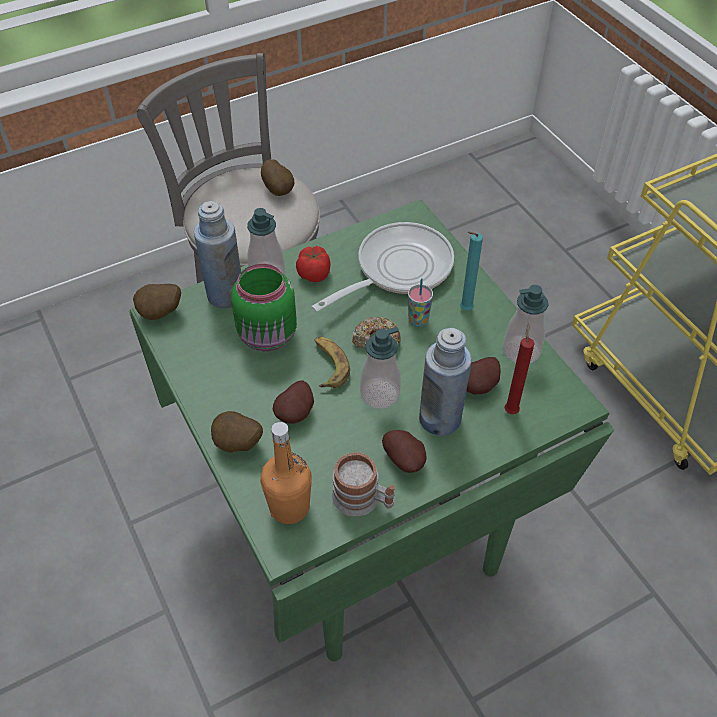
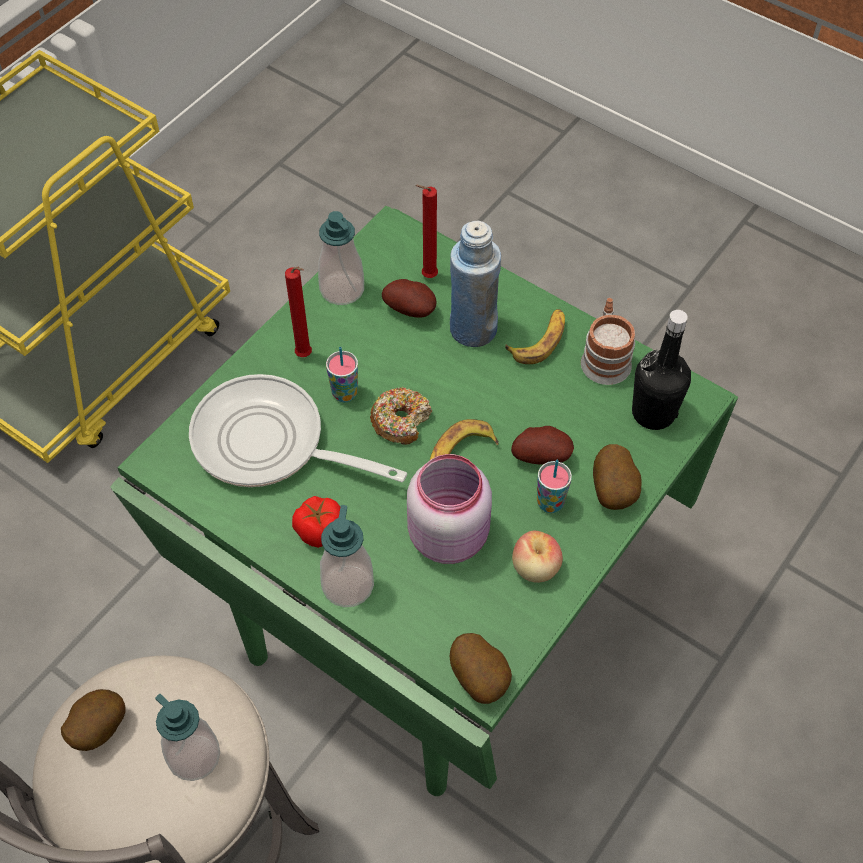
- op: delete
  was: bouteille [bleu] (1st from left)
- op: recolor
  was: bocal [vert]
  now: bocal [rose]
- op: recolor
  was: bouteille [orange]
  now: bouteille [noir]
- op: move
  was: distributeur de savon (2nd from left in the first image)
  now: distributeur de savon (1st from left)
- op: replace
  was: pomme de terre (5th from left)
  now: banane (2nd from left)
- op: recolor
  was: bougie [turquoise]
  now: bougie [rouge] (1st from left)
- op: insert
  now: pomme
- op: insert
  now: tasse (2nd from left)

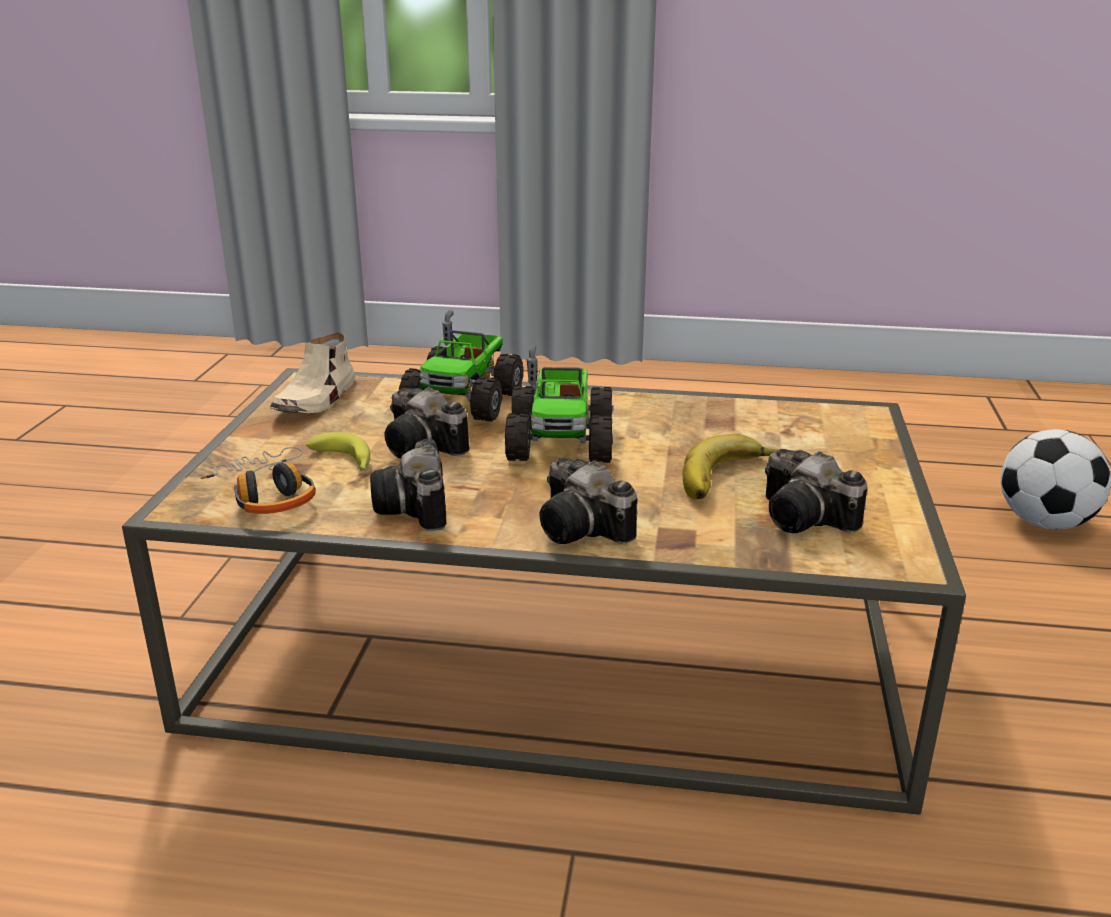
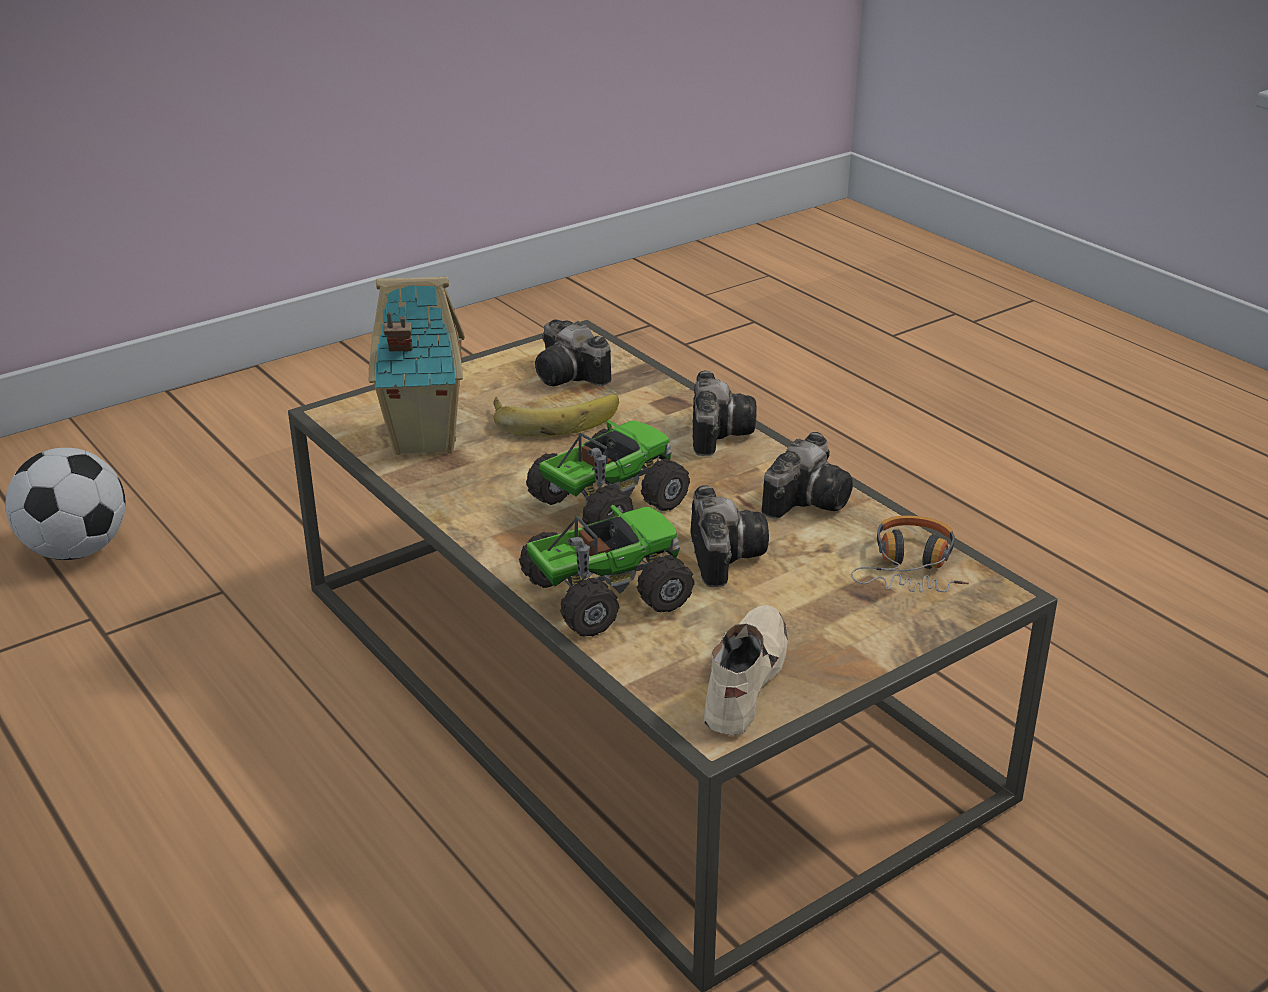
- op: rotate
  was: chaussure [beige]
  clockwise: -45
- op: delete
  was: banane (1st from left)
- op: rotate
  was: appareil photo (4th from left in the first image)
  clockwise: 135
- op: insert
  now: maison miniature

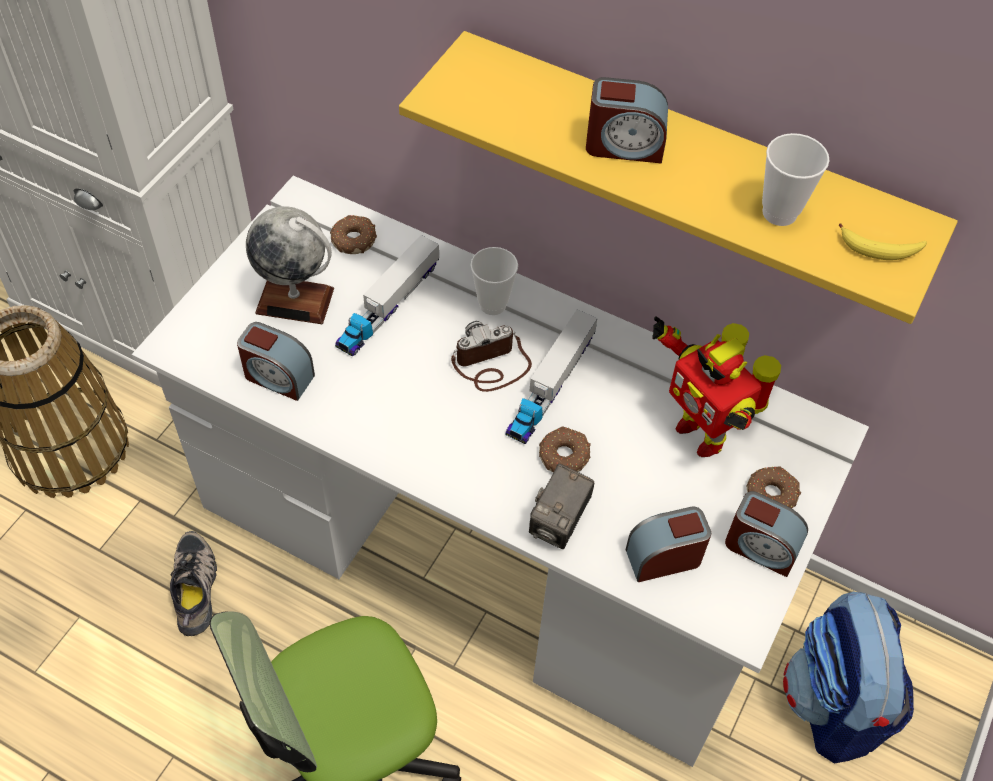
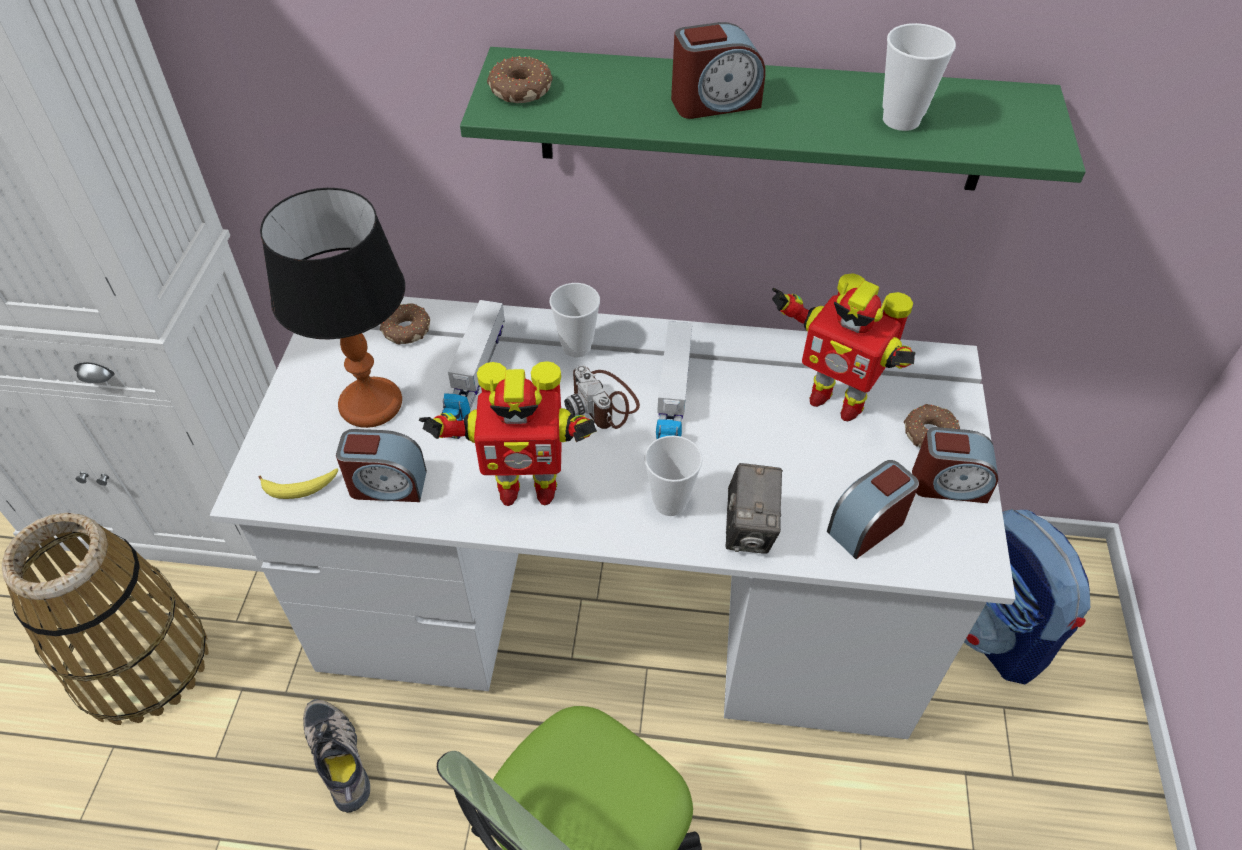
- op: replace
  was: globe
  now: lampe de table
- op: recolor
  was: étagère [jaune]
  now: étagère [vert]
- op: rotate
  was: appareil photo (1st from left)
  clockwise: -75
- op: move
  was: beignet (2nd from left)
- op: move
  was: banane
- op: insert
  now: robot jouet (1st from left)
- op: insert
  now: tasse (2nd from left)

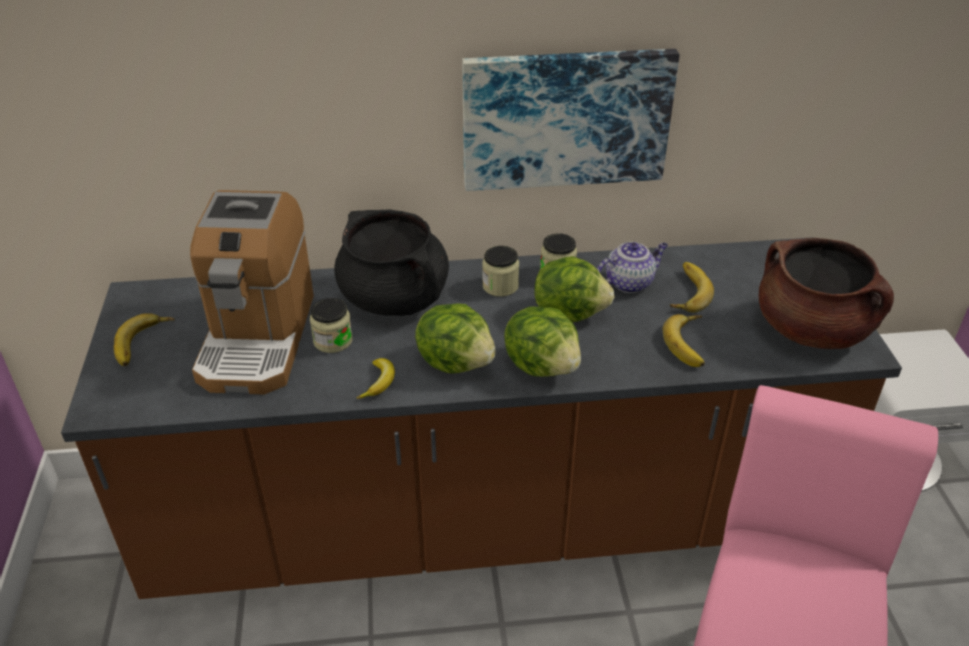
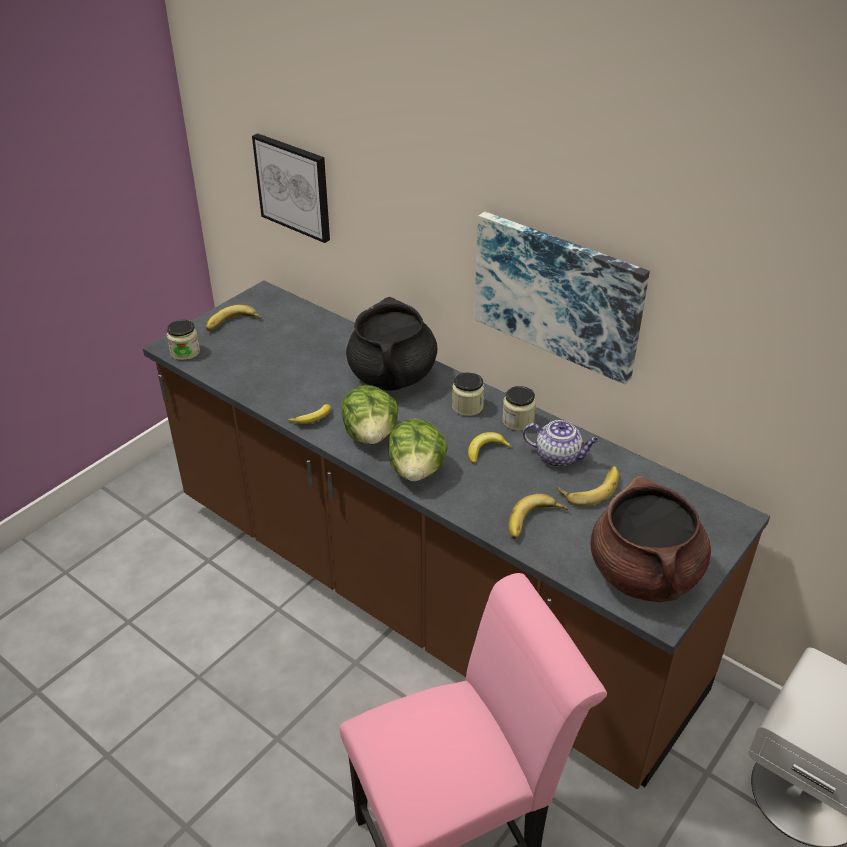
- op: delete
  was: machine à café
- op: move
  was: bocal (1st from left)
- op: replace
  was: laitue (3rd from left)
  now: banane (3rd from left)
- op: insert
  now: tableau (1st from left)

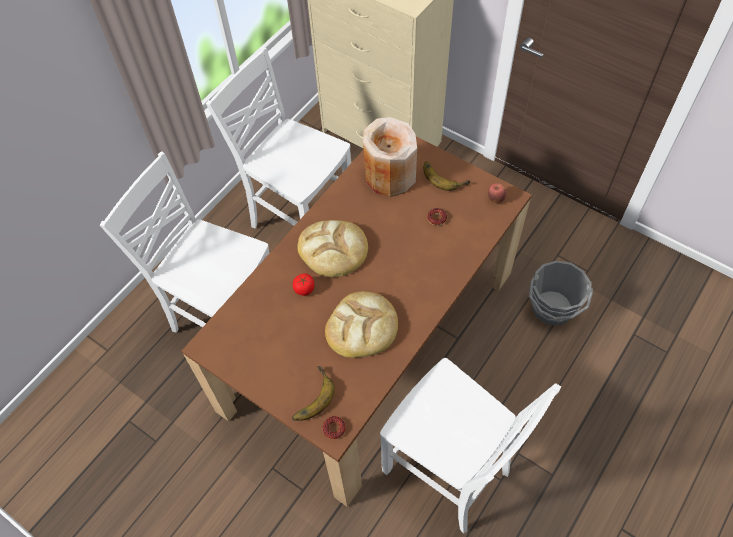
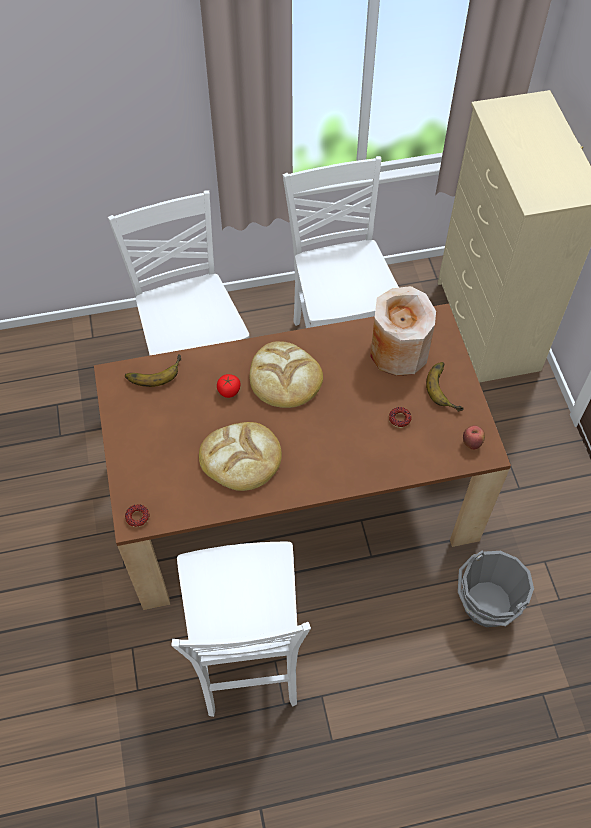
- op: move
  was: banane (1st from left)

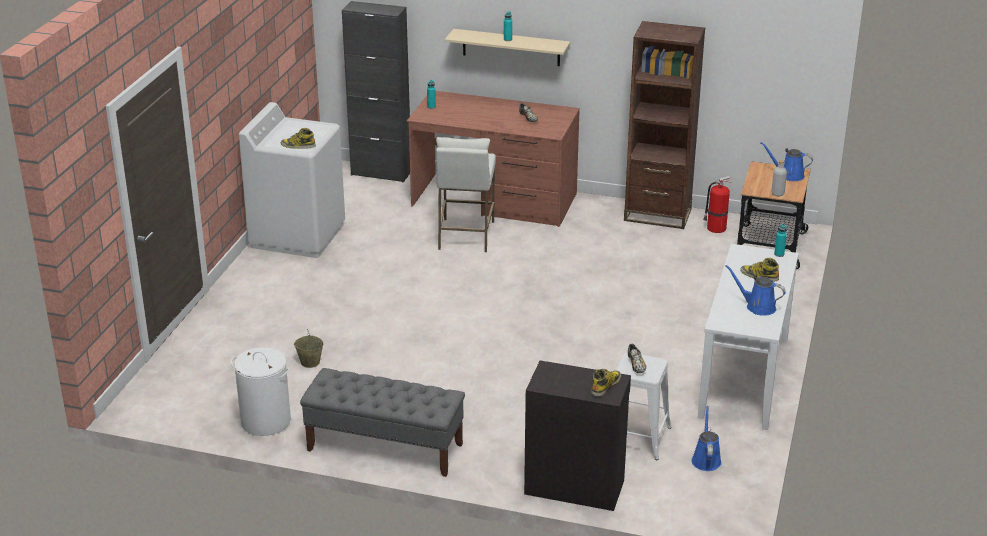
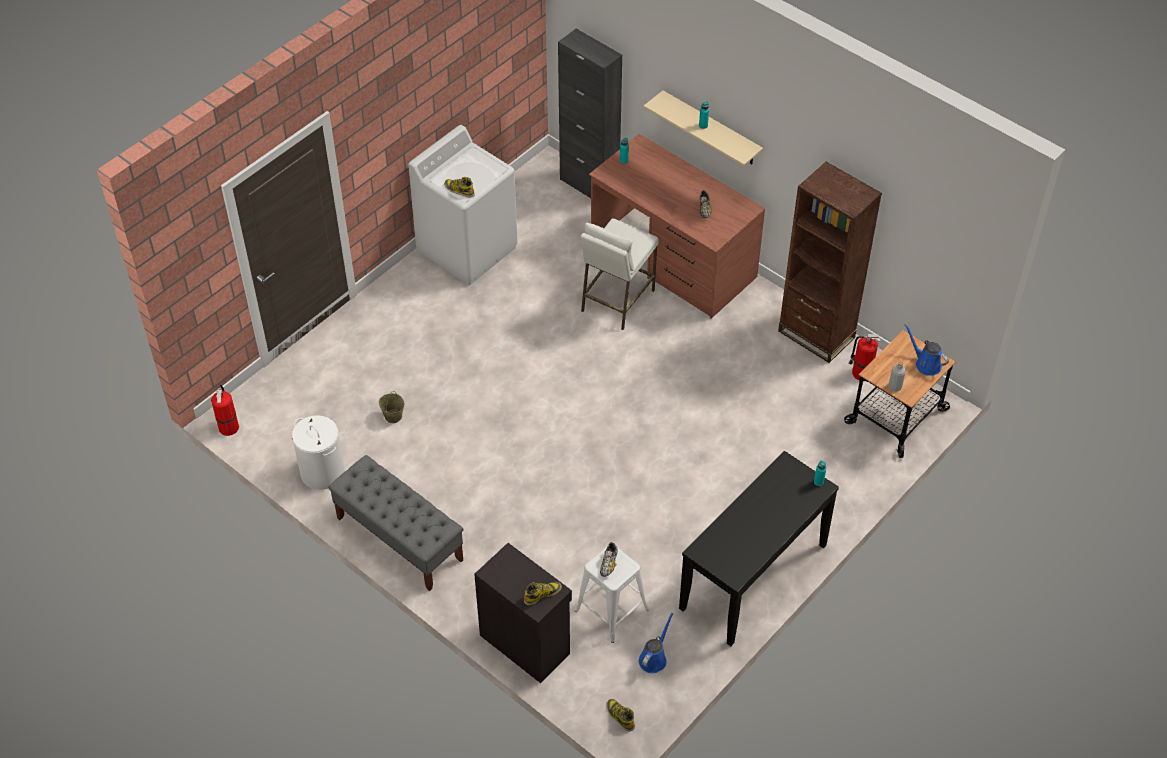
- op: recolor
  was: table console [blanc]
  now: table console [noir]
- op: delete
  was: arrosoir [bleu] (2nd from left)
- op: move
  was: botte (3rd from left)
- op: insert
  now: extincteur (1st from left)

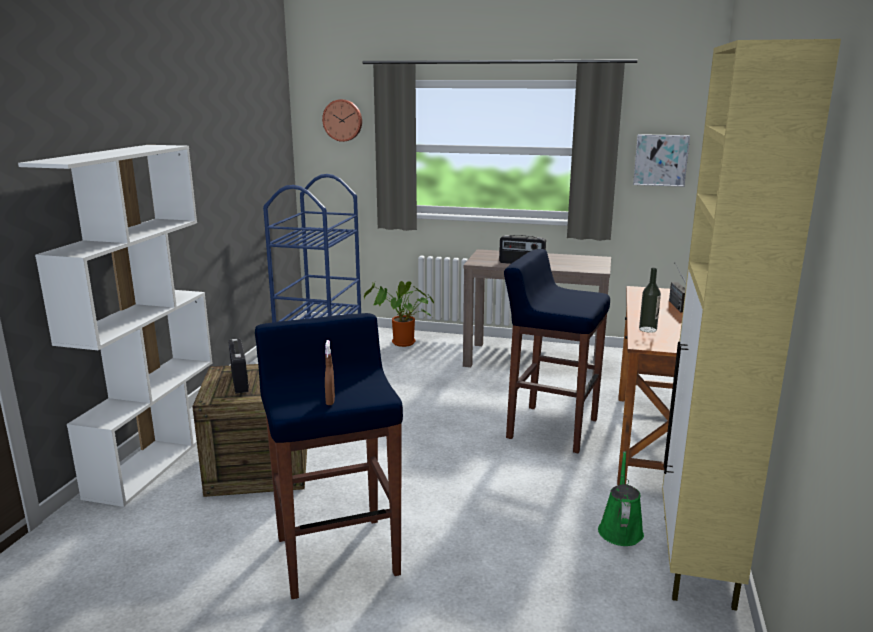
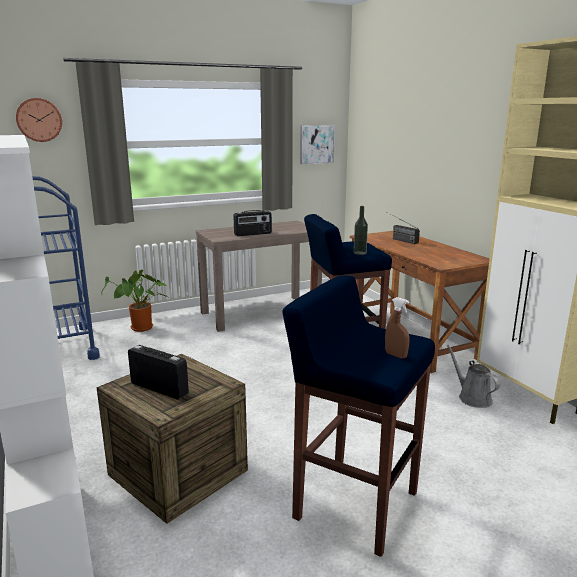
- op: recolor
  was: arrosoir [vert]
  now: arrosoir [gris]
- op: move
  was: bouteille

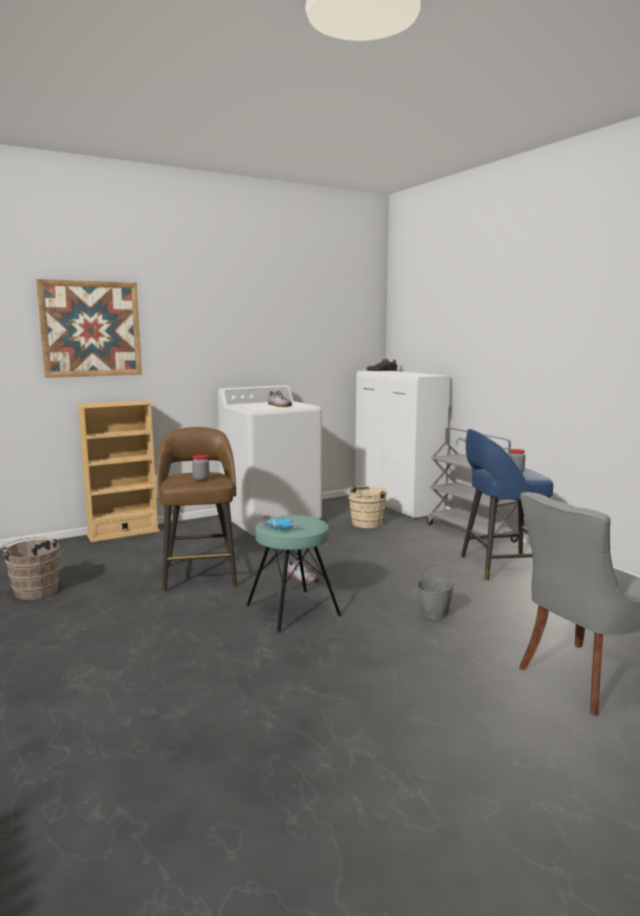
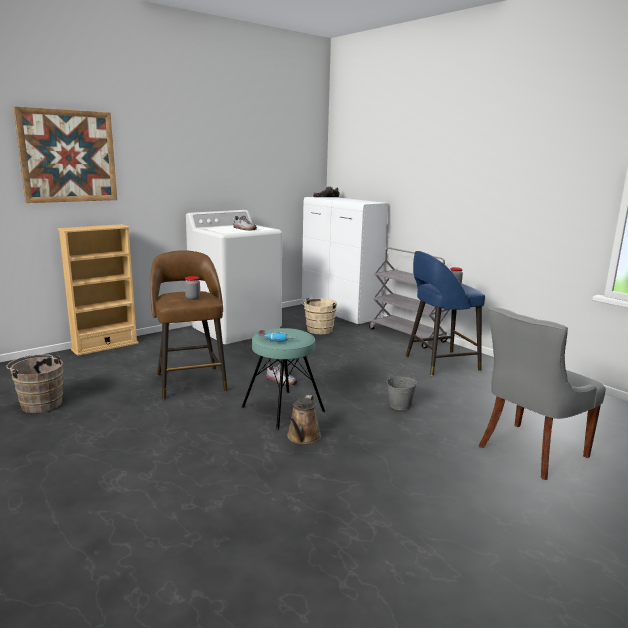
- op: insert
  now: arrosoir [marron]

